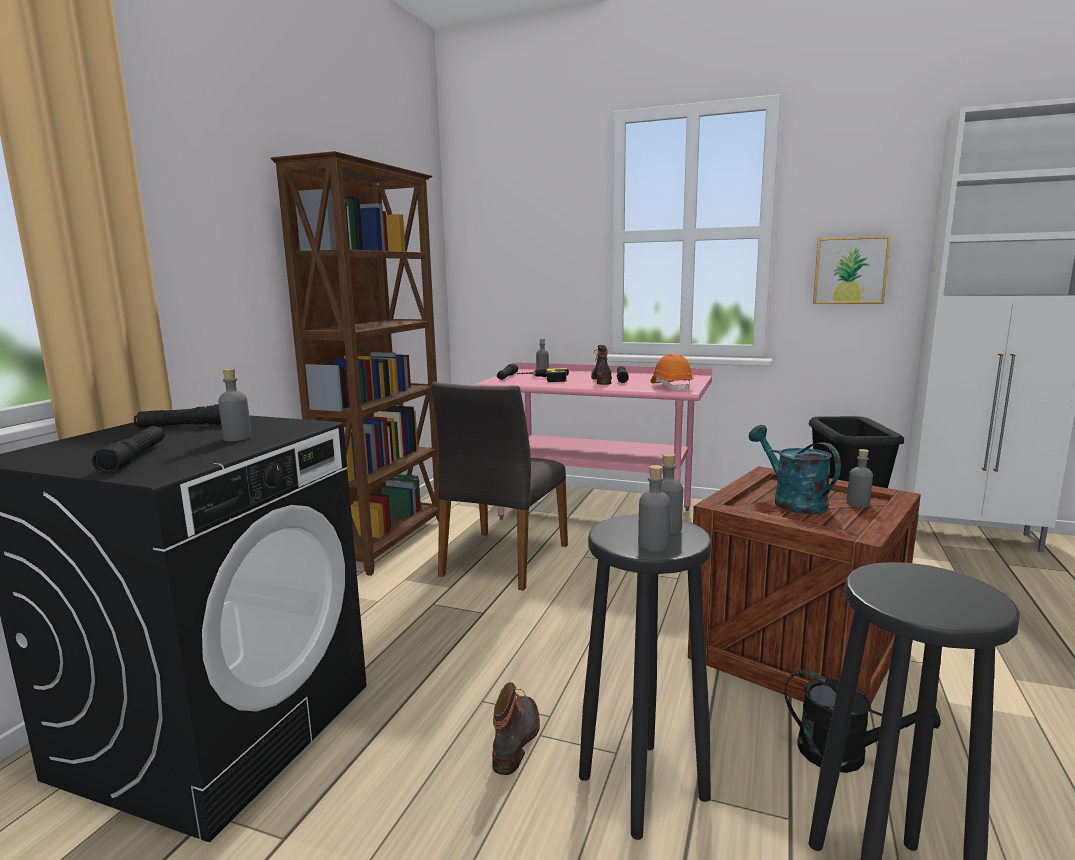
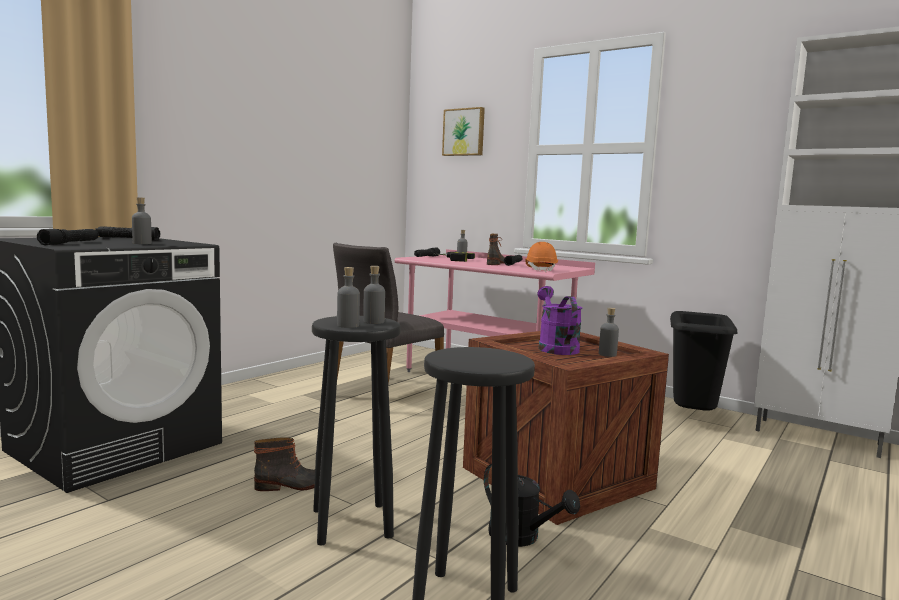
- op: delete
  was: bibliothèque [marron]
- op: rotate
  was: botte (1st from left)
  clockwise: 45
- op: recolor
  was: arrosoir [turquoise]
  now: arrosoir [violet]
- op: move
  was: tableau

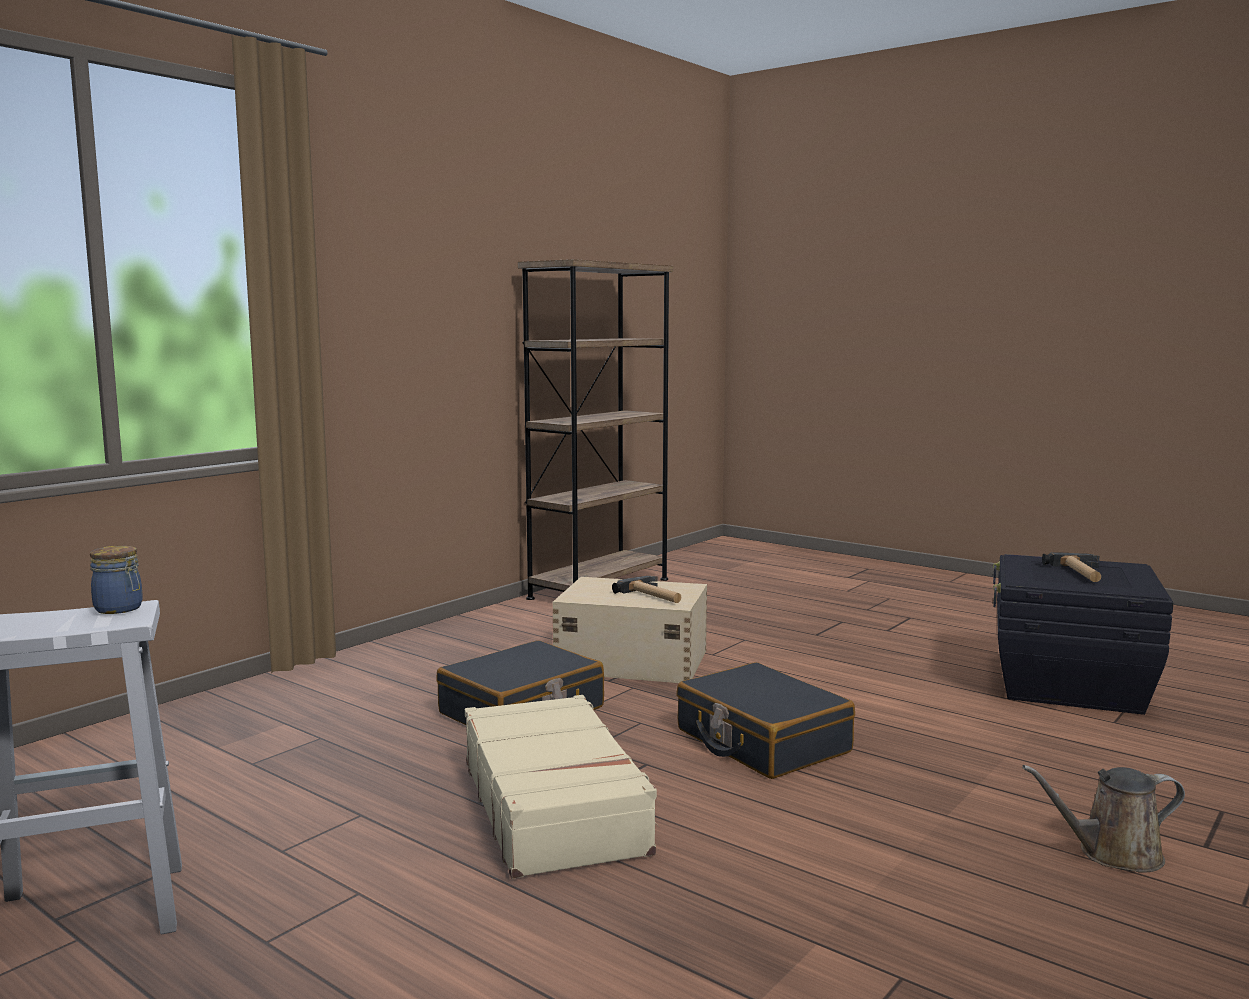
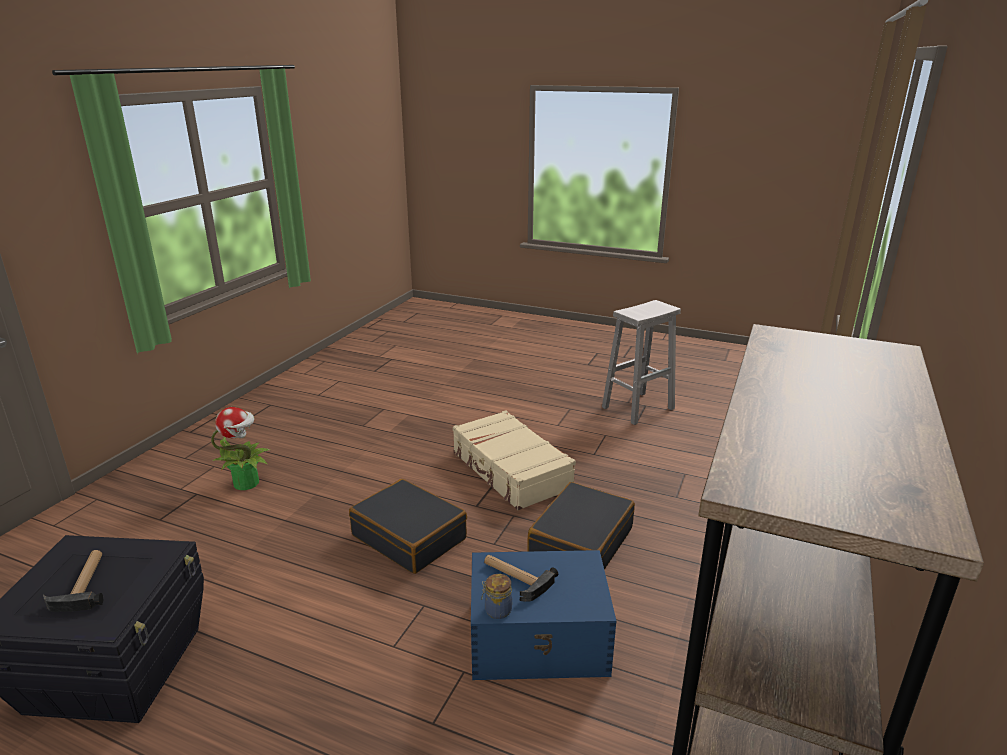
- op: move
  was: bocal
- op: recolor
  was: boîte de rangement [beige]
  now: boîte de rangement [bleu]
- op: replace
  was: arrosoir [marron]
  now: plante en pot

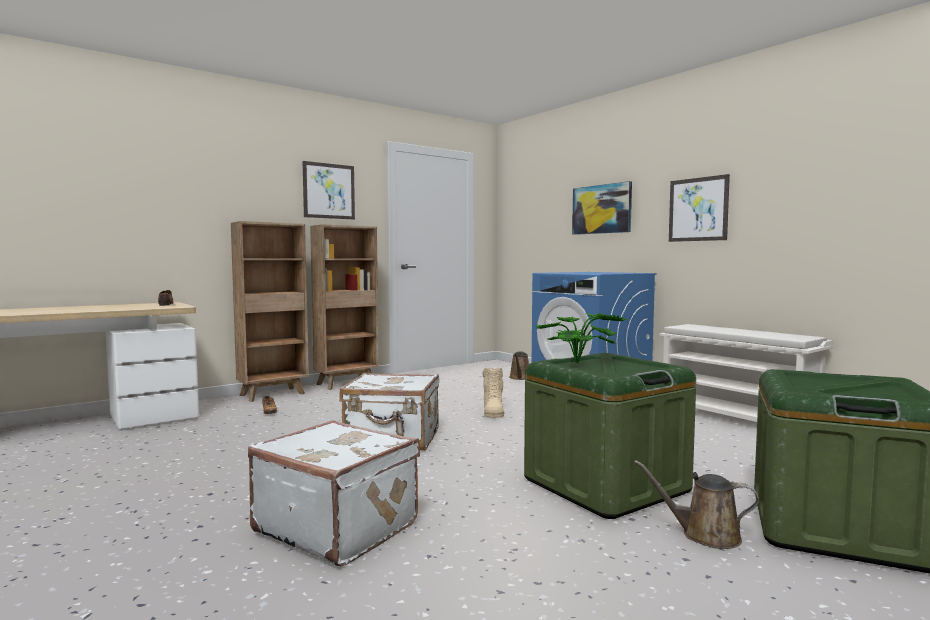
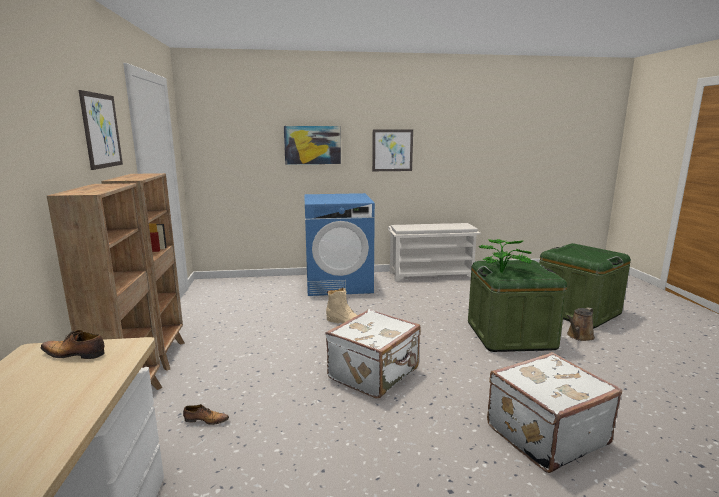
- op: delete
  was: arrosoir [marron] (1st from left)

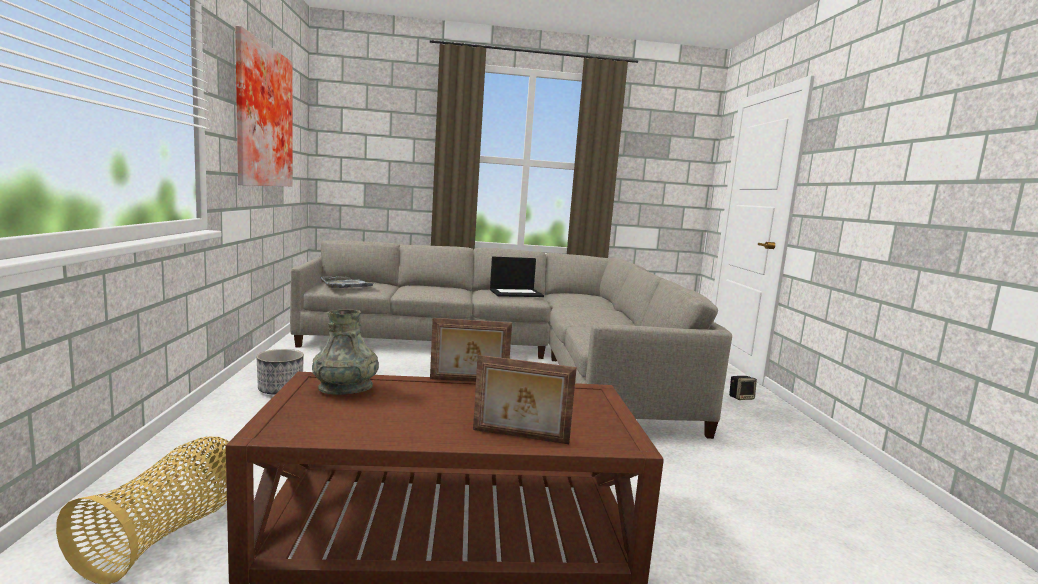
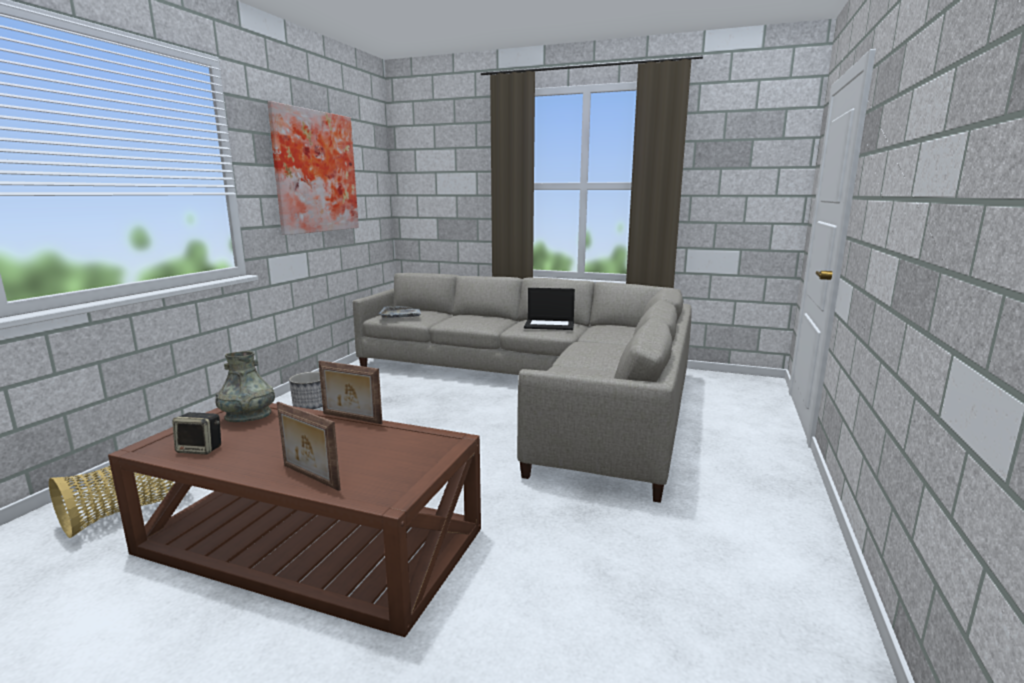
- op: move
  was: enceinte

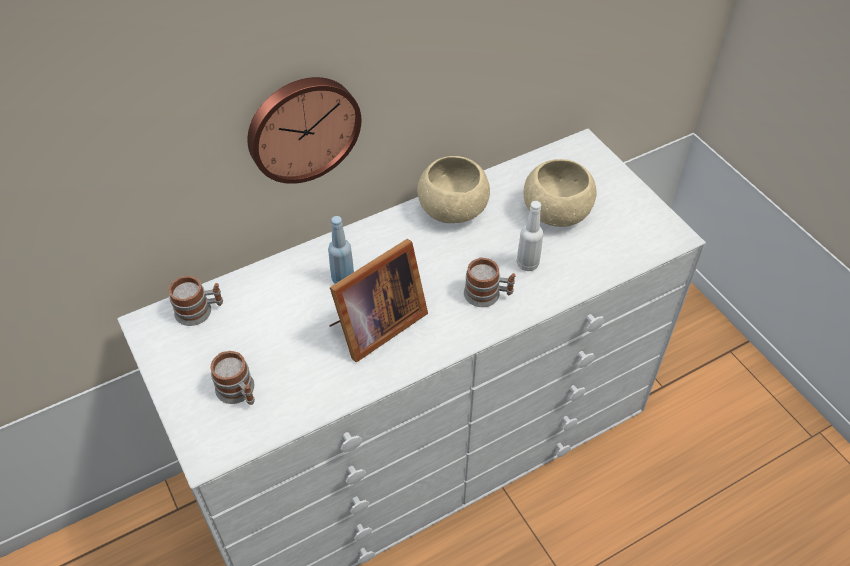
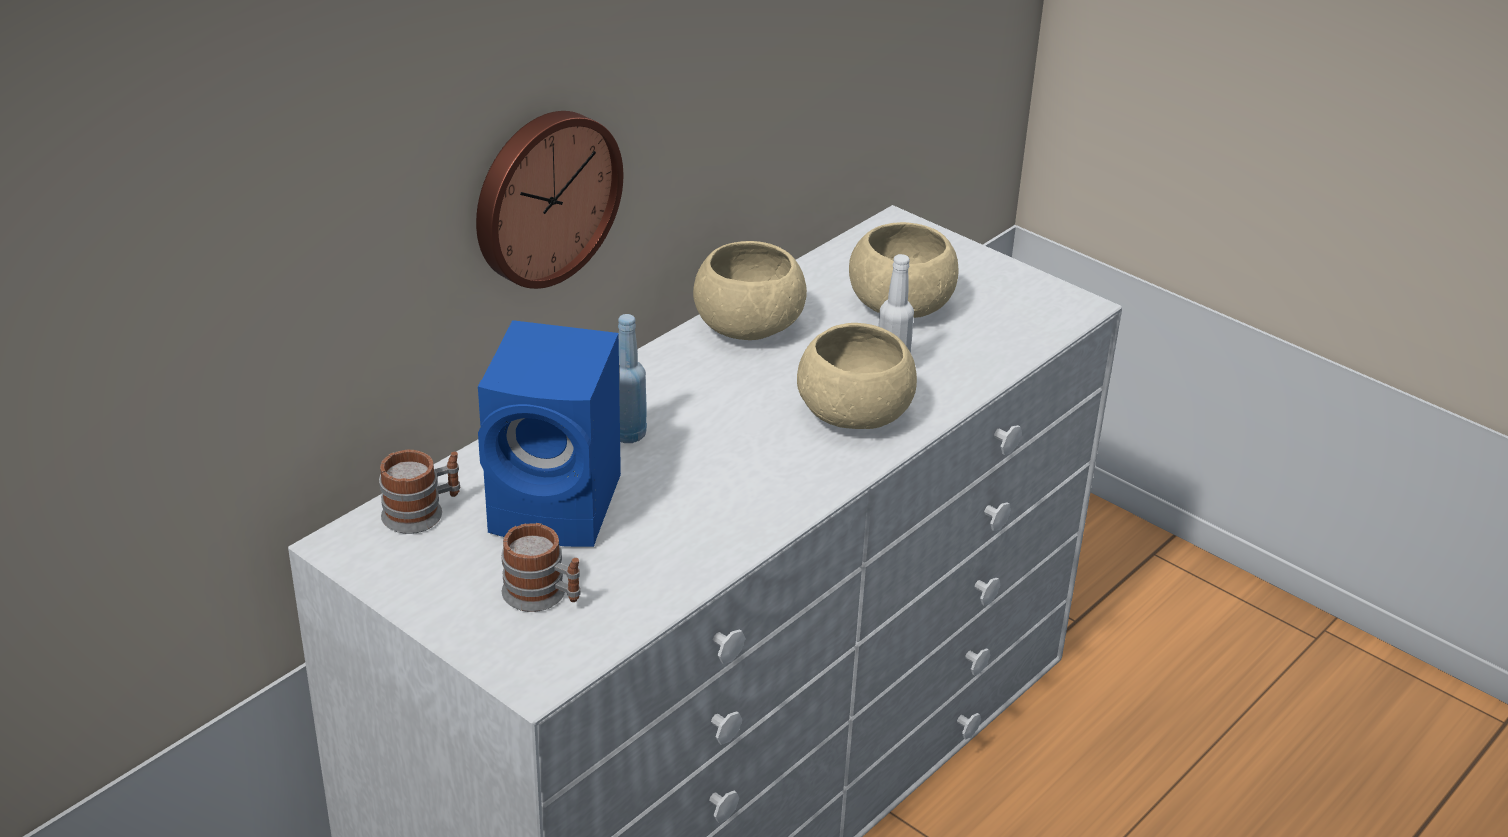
- op: delete
  was: cadre photo
- op: replace
  was: mug (3rd from left)
  now: bol [beige] (2nd from left)
- op: insert
  now: enceinte [bleu]

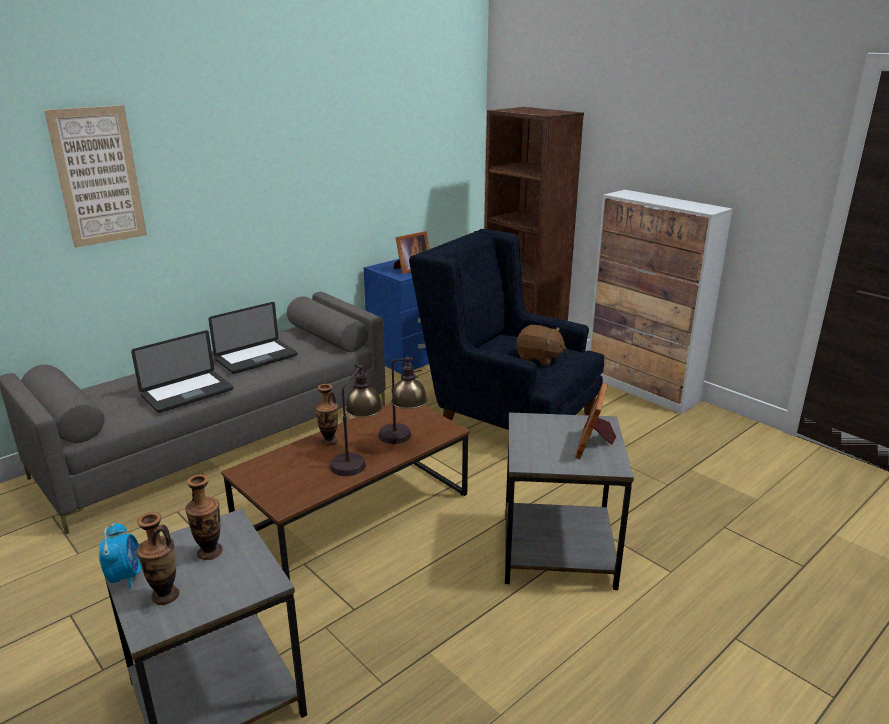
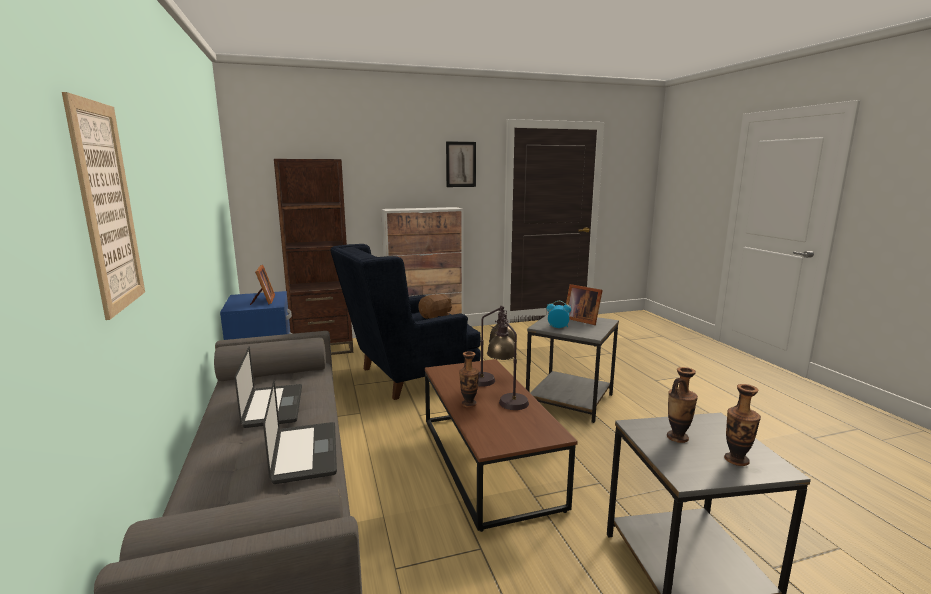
- op: move
  was: réveil
- op: insert
  now: tableau (2nd from left)

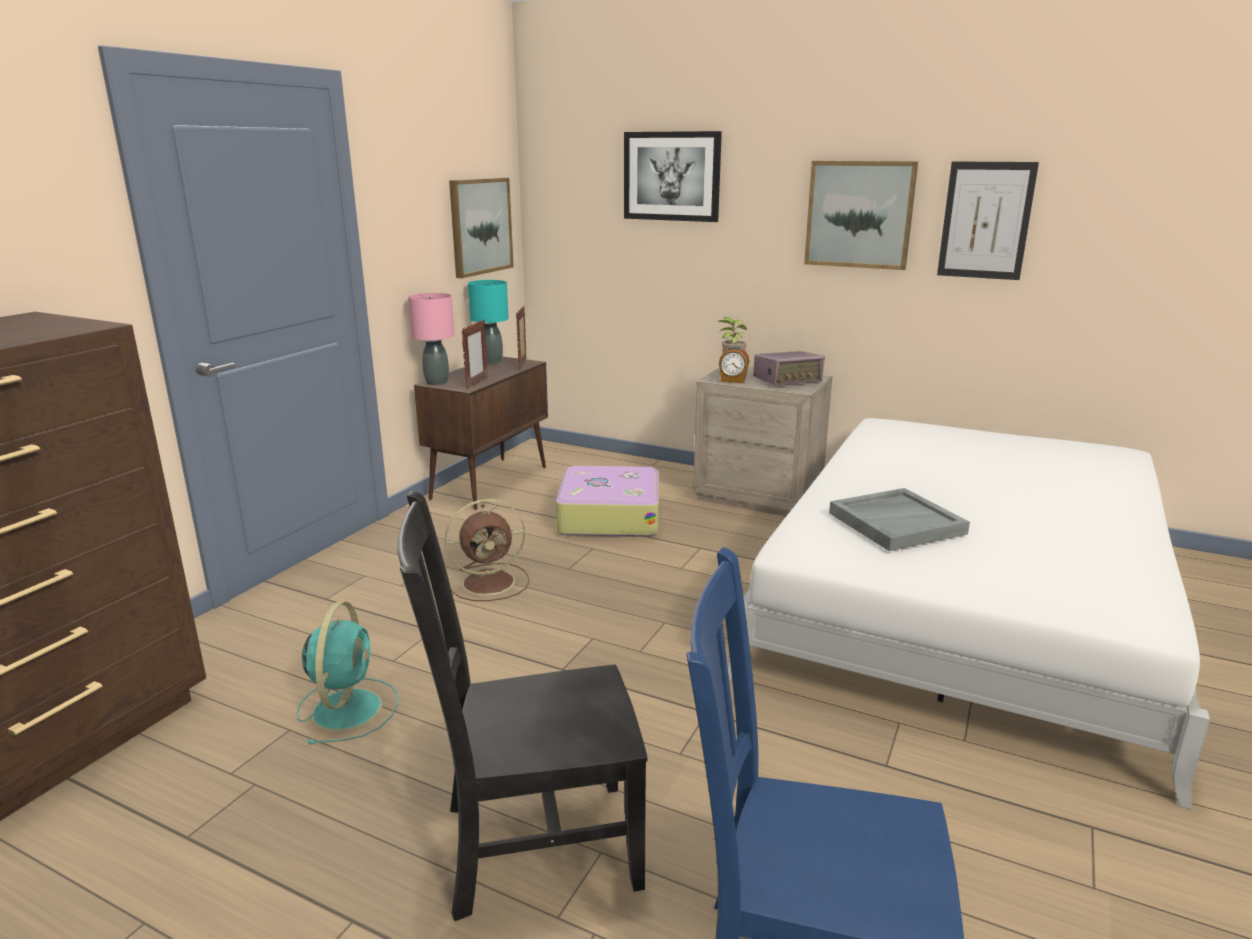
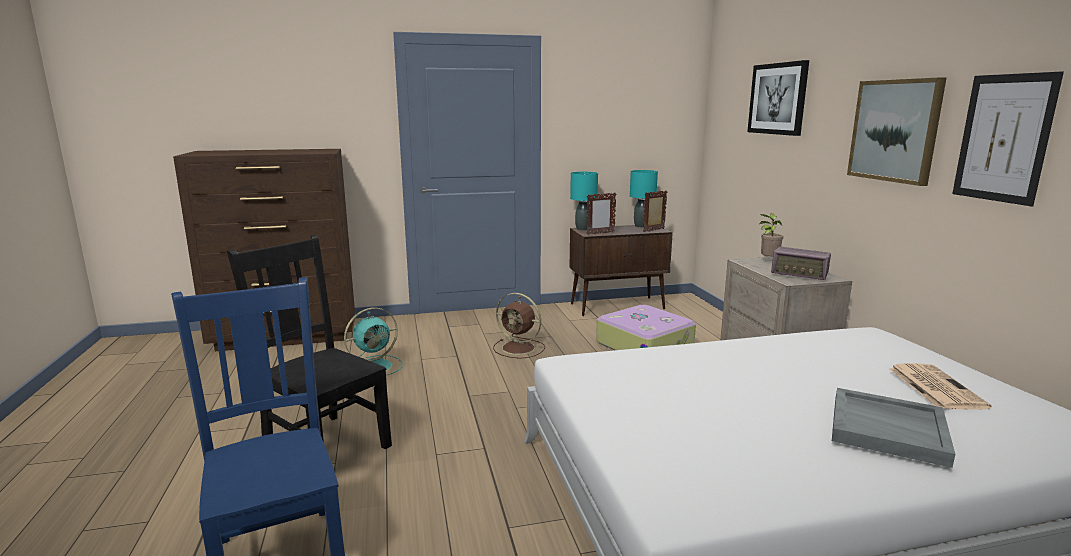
- op: recolor
  was: lampe de table [rose]
  now: lampe de table [turquoise] (1st from left)
- op: delete
  was: tableau (1st from left)
- op: delete
  was: réveil
- op: move
  was: plateau [gris]
- op: insert
  now: journal

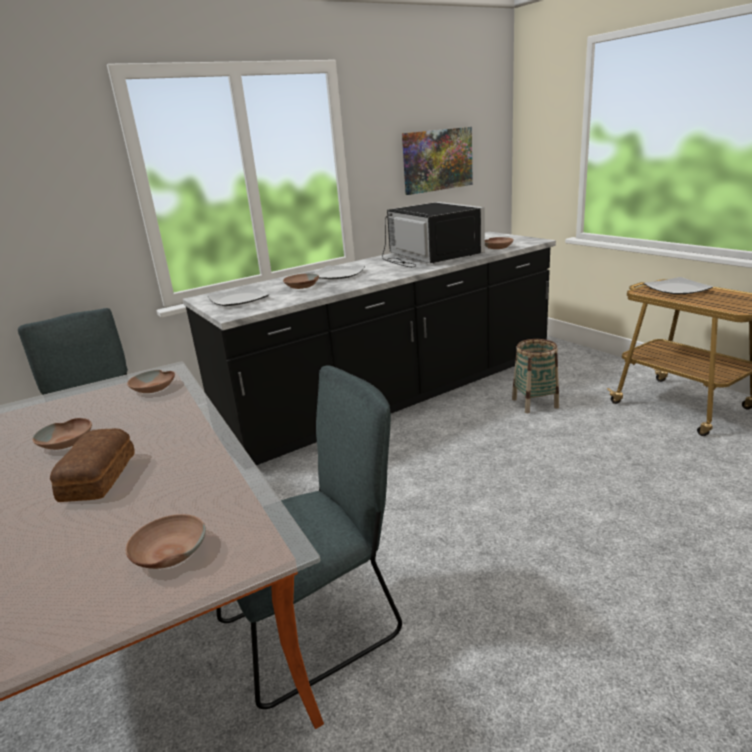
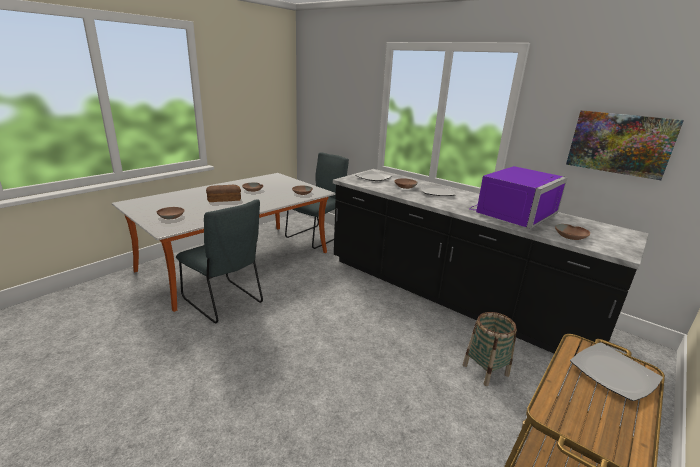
- op: recolor
  was: micro-ondes [noir]
  now: micro-ondes [violet]

